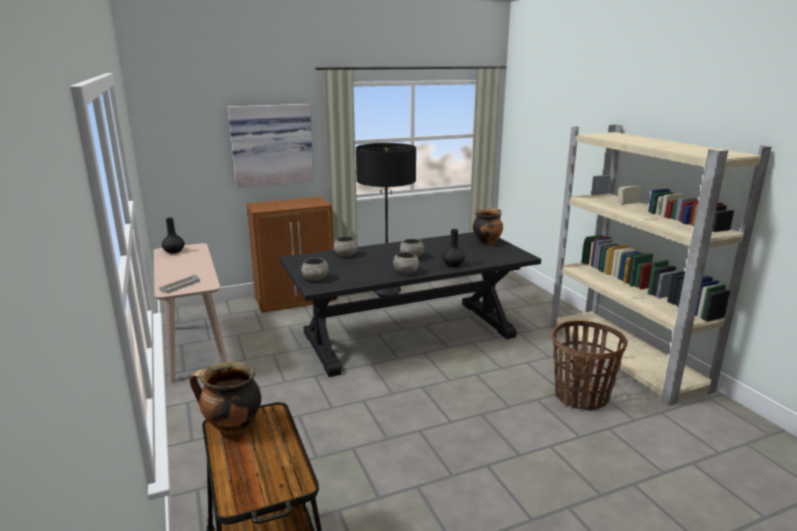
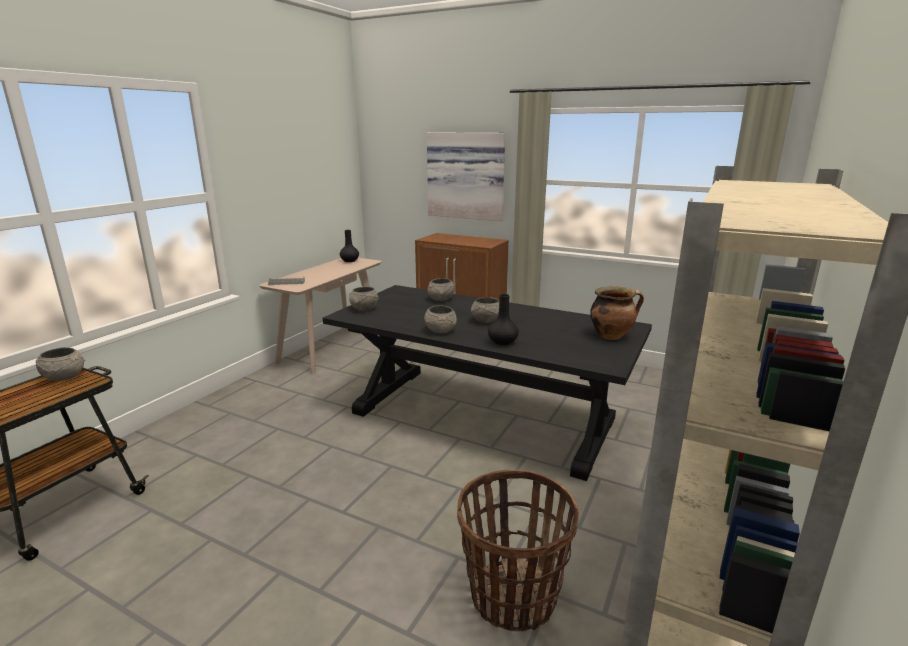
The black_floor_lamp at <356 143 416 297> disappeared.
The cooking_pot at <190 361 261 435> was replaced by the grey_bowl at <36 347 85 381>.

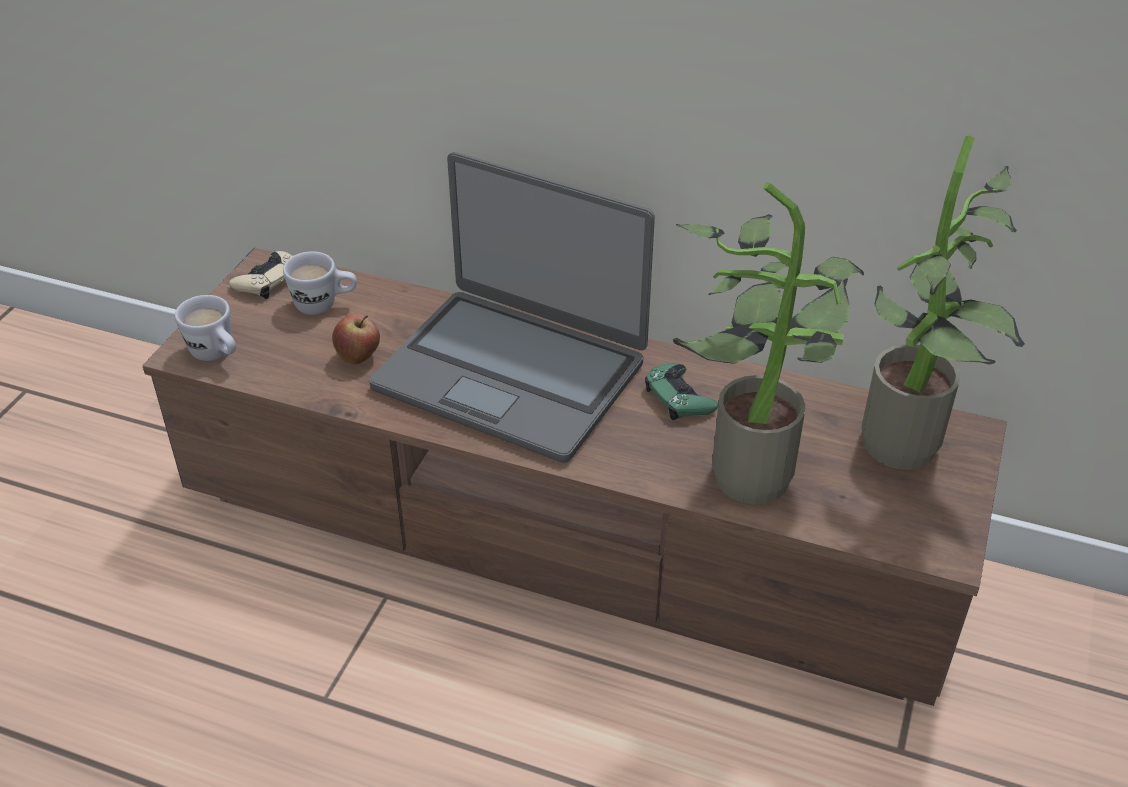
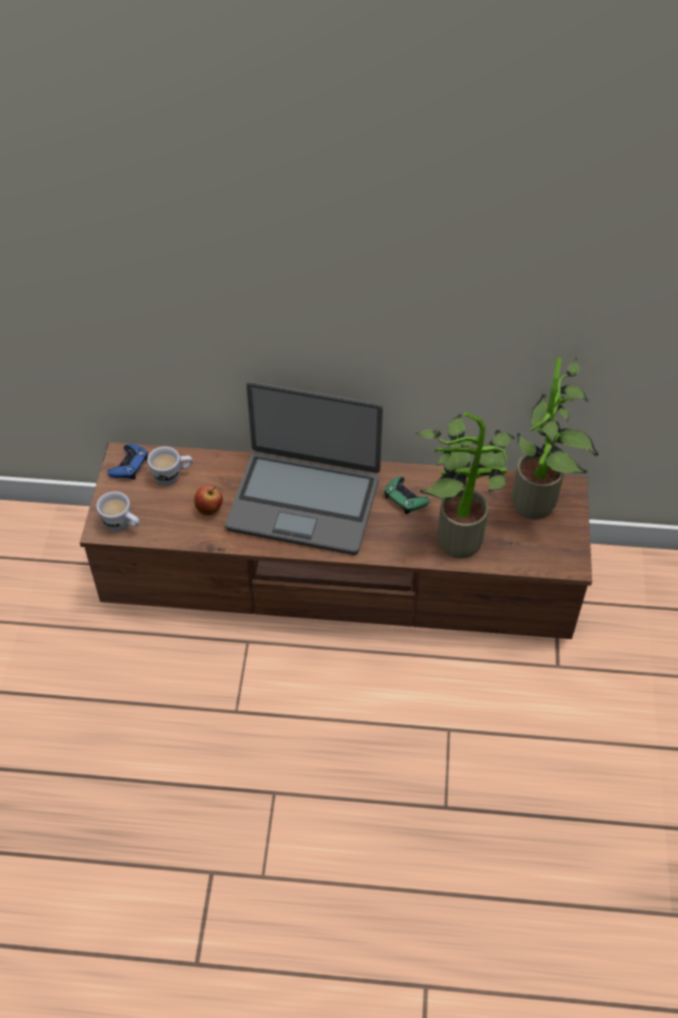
The beige_game_controller at <229 251 293 299> became the blue_game_controller at <107 444 148 480>.

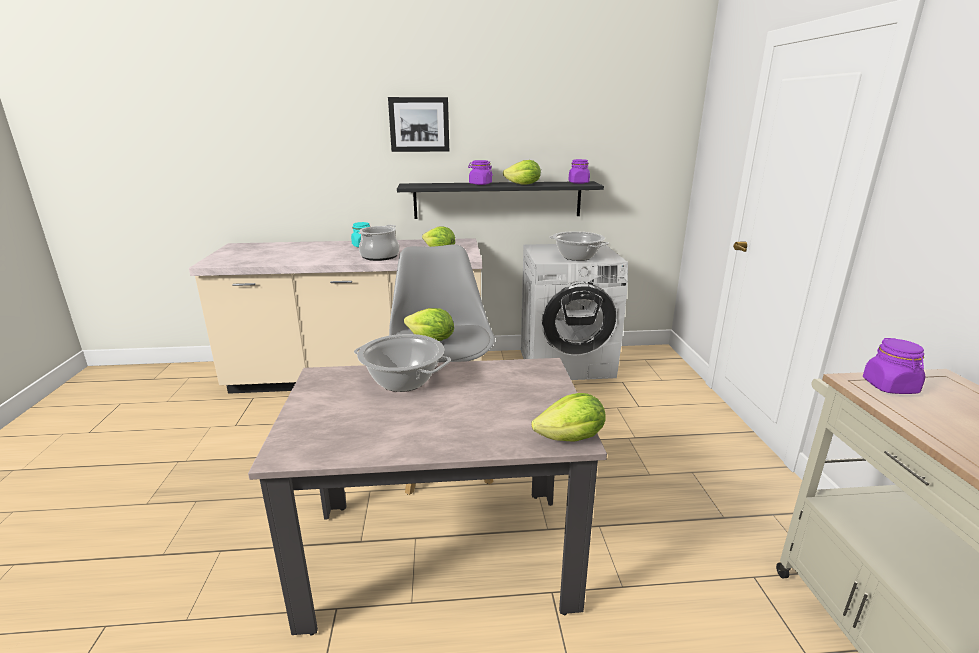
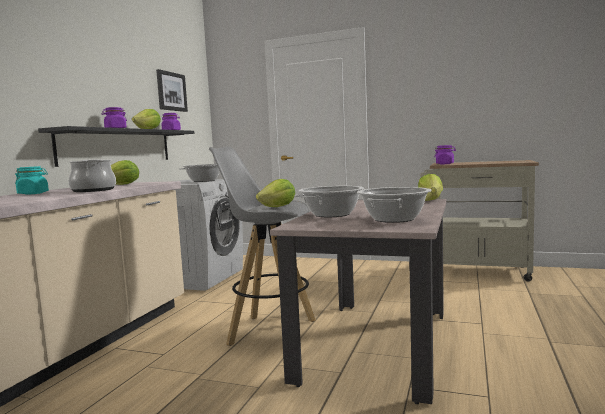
The picture moved from <388 97 449 152> to <156 69 188 112>.
The cooking_pot at <357 187 432 223> appeared.

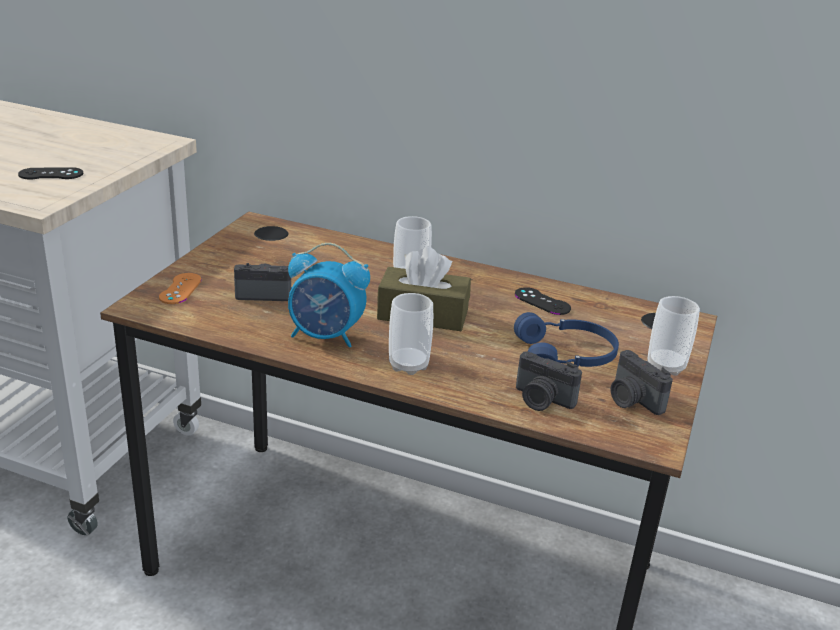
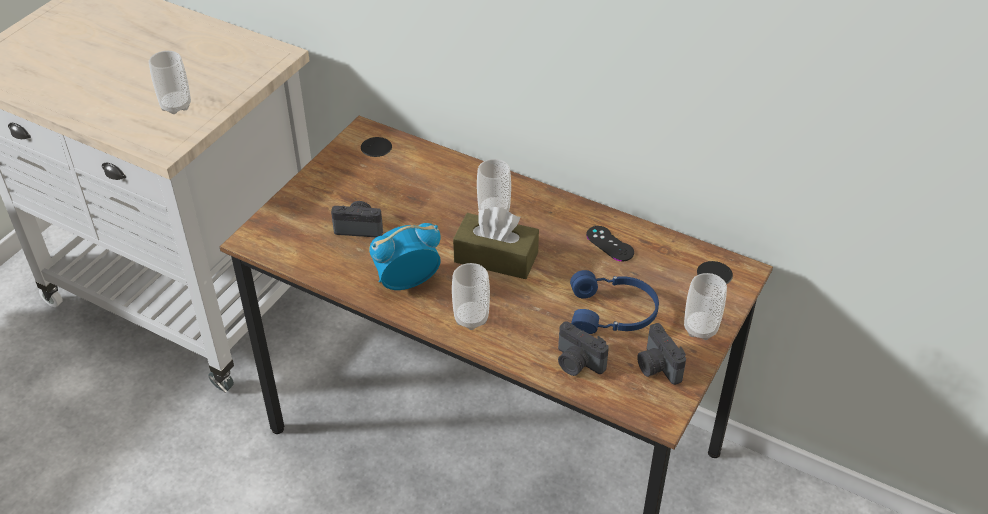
The black_game_controller at <18 167 83 179> was replaced by the cup at <149 51 191 114>.
The alarm_clock at <288 243 370 348> turned 135 degrees clockwise.
The orange_game_controller at <159 273 202 304> disappeared.

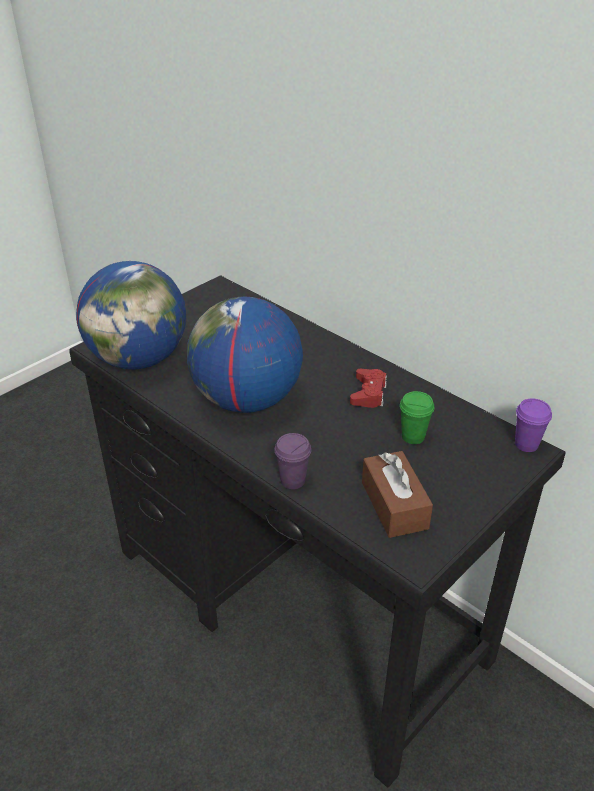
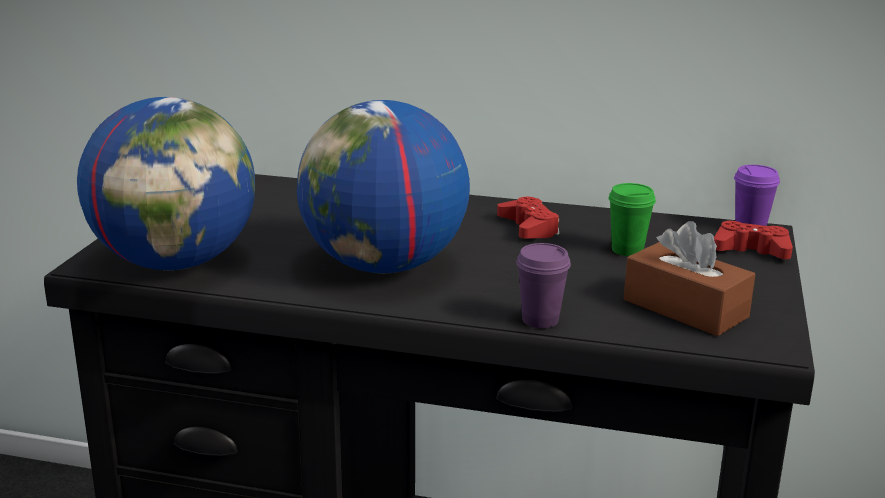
The red_game_controller at <714 220 793 259> appeared.

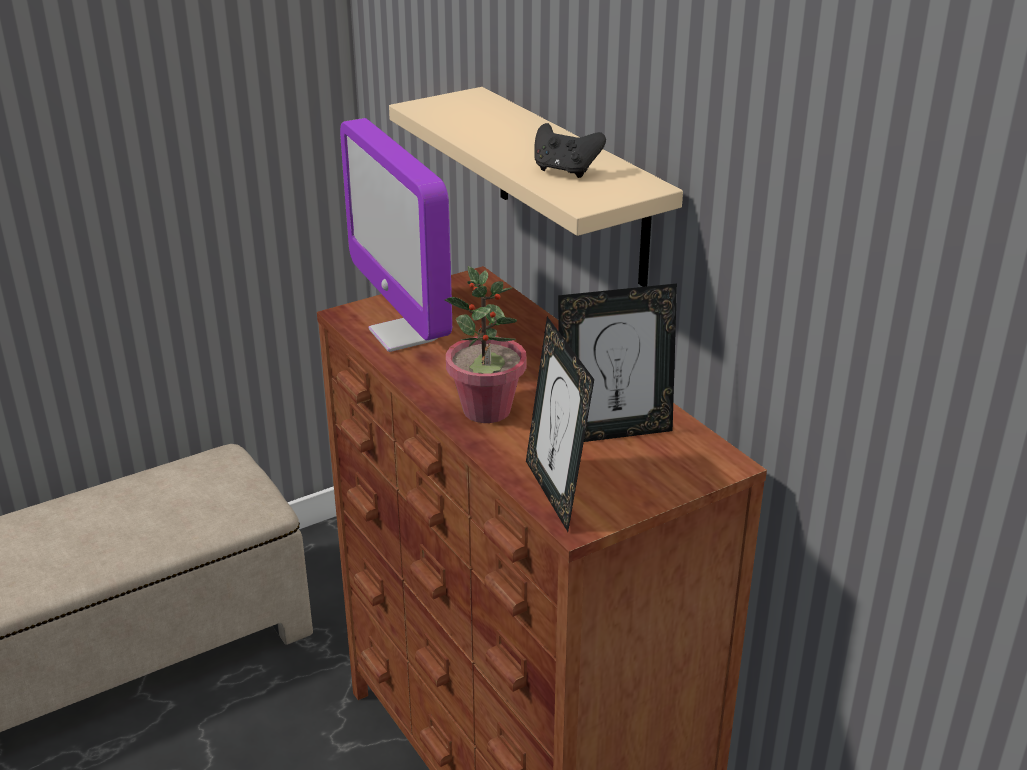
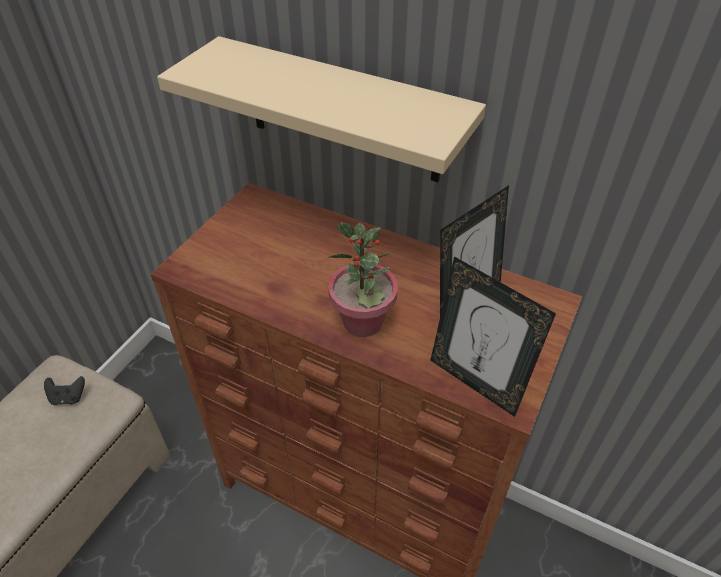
The monitor at <340 118 452 352> disappeared.
The black_game_controller moved from <534 123 606 178> to <44 376 85 405>.

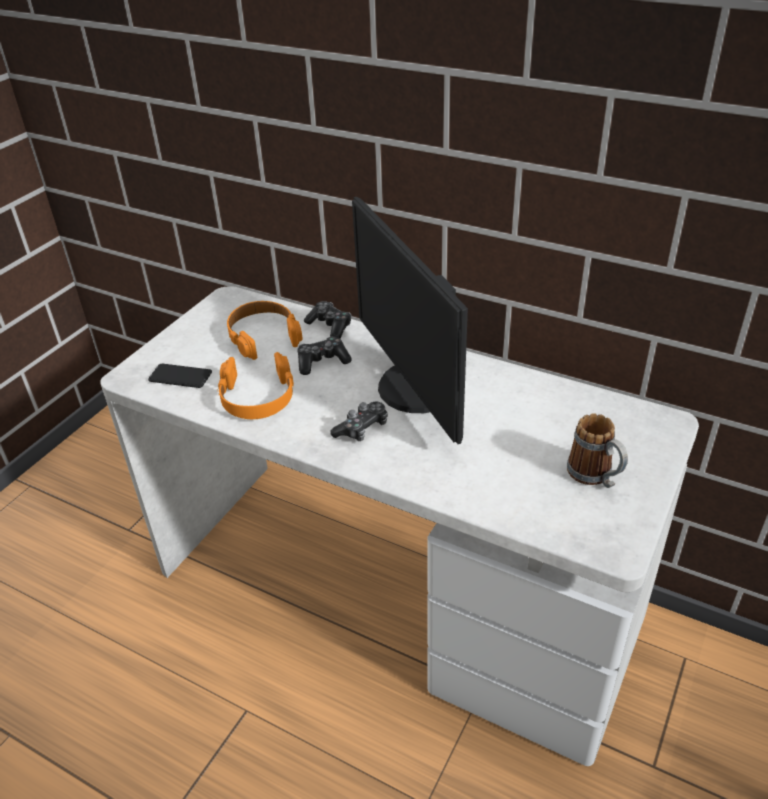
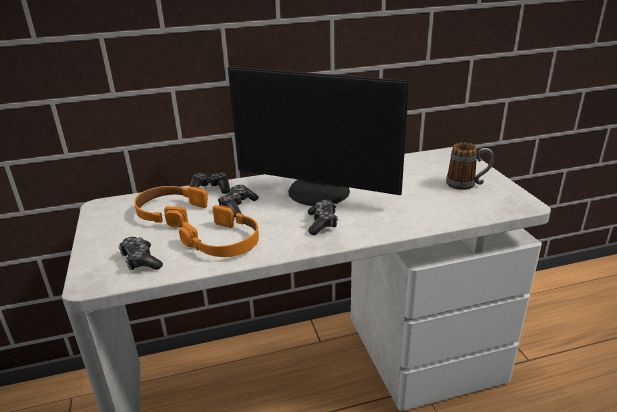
The phone at <148 364 212 388> was replaced by the game_controller at <118 237 163 270>.

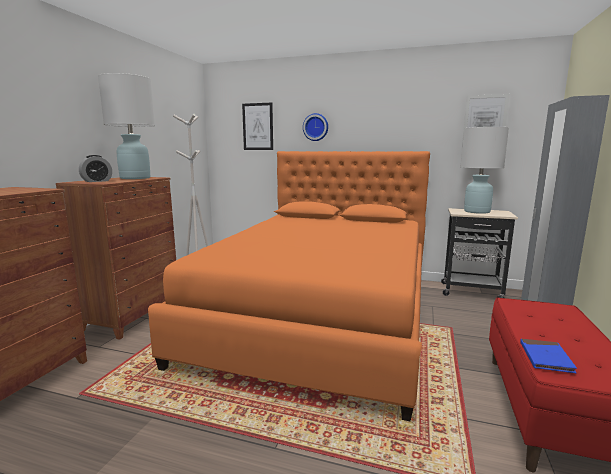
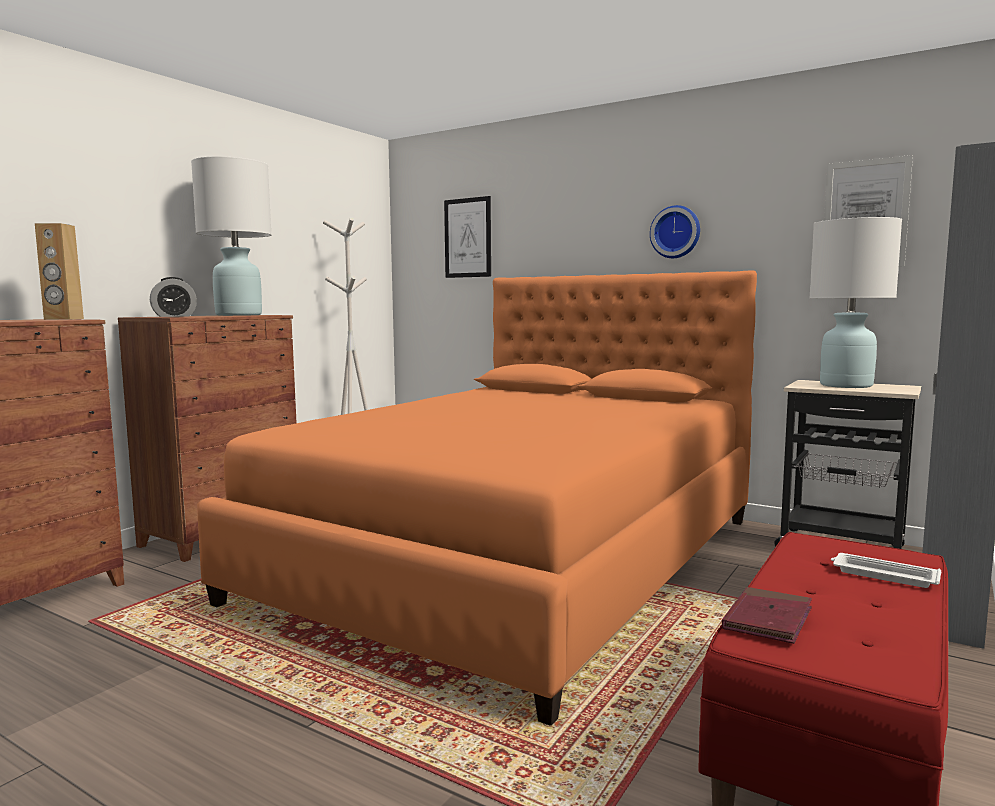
The wall_clock moved from <303 113 328 141> to <650 205 700 258>.
The blue_book at <520 339 577 373> became the red_book at <722 587 812 644>.
The brown_speaker at <35 223 84 320> appeared.
The white_tray at <831 553 941 588> appeared.

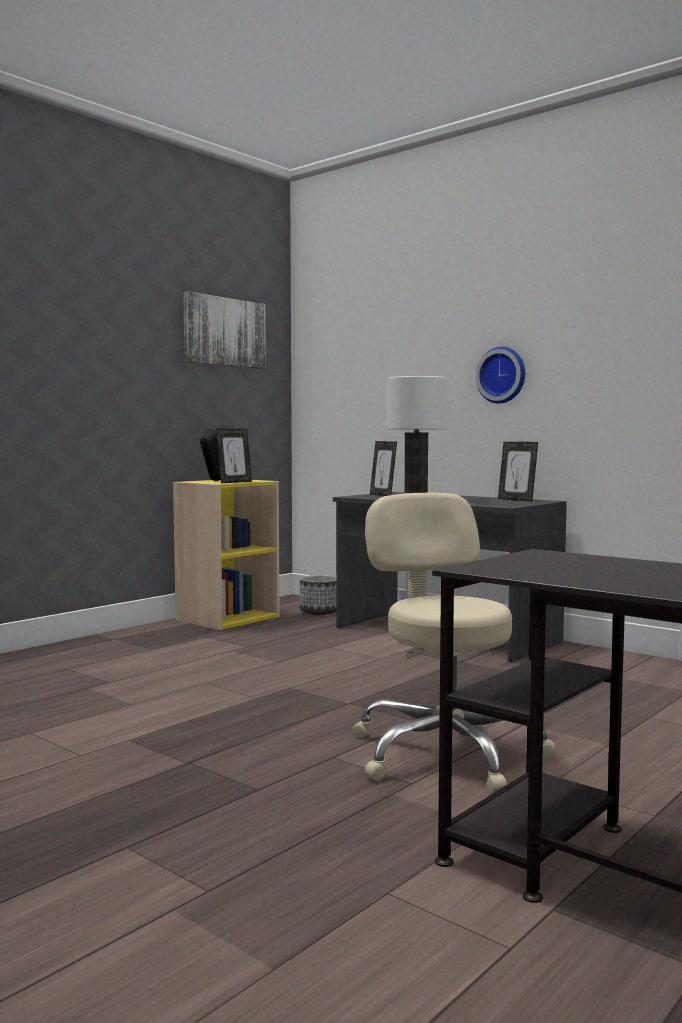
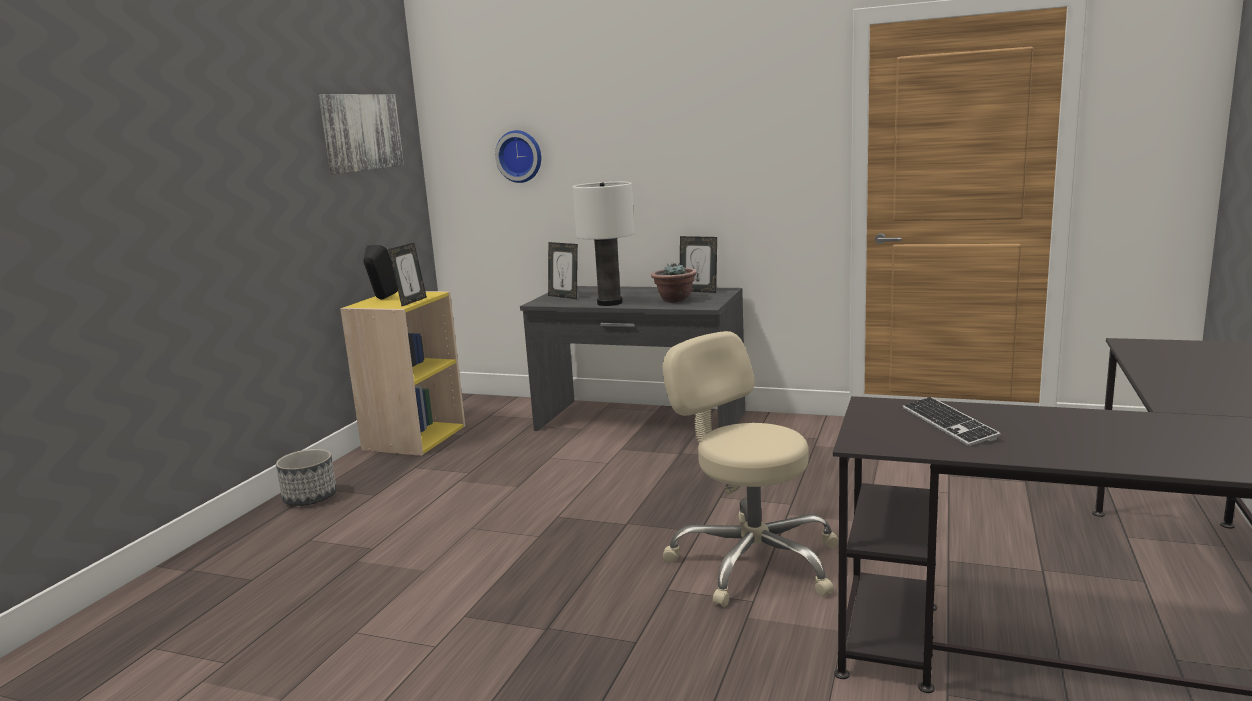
The wall_clock moved from <475 347 525 404> to <495 130 541 183>.
The planter moved from <300 575 336 615> to <276 449 337 506>.
The potted_plant at <651 263 697 303> appeared.
The keyboard at <903 397 1001 446> appeared.

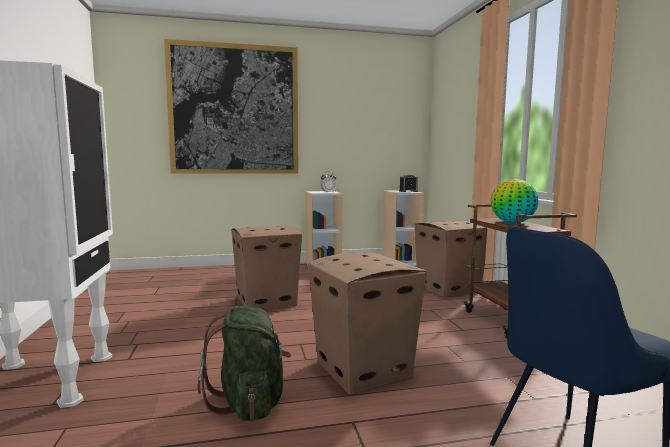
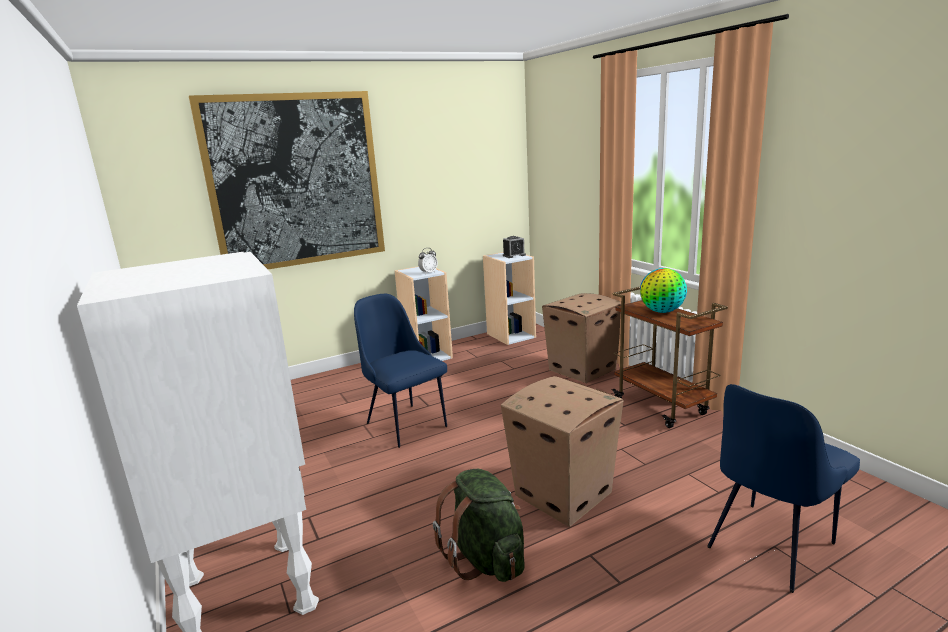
The cardboard_box at <231 226 302 310> was replaced by the blue_chair at <354 294 447 448>.

